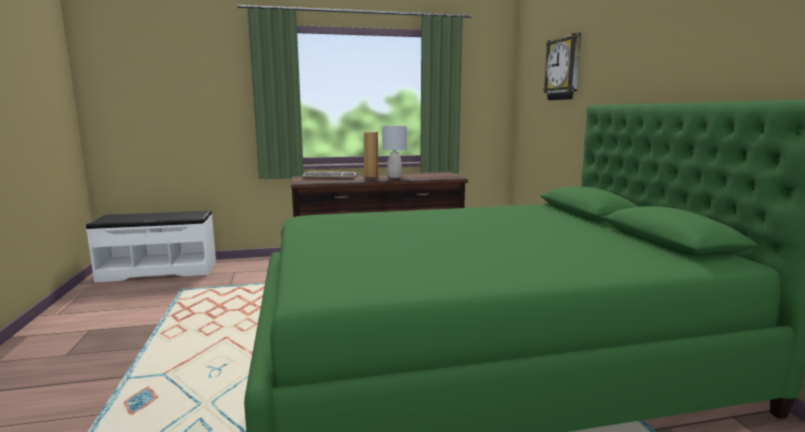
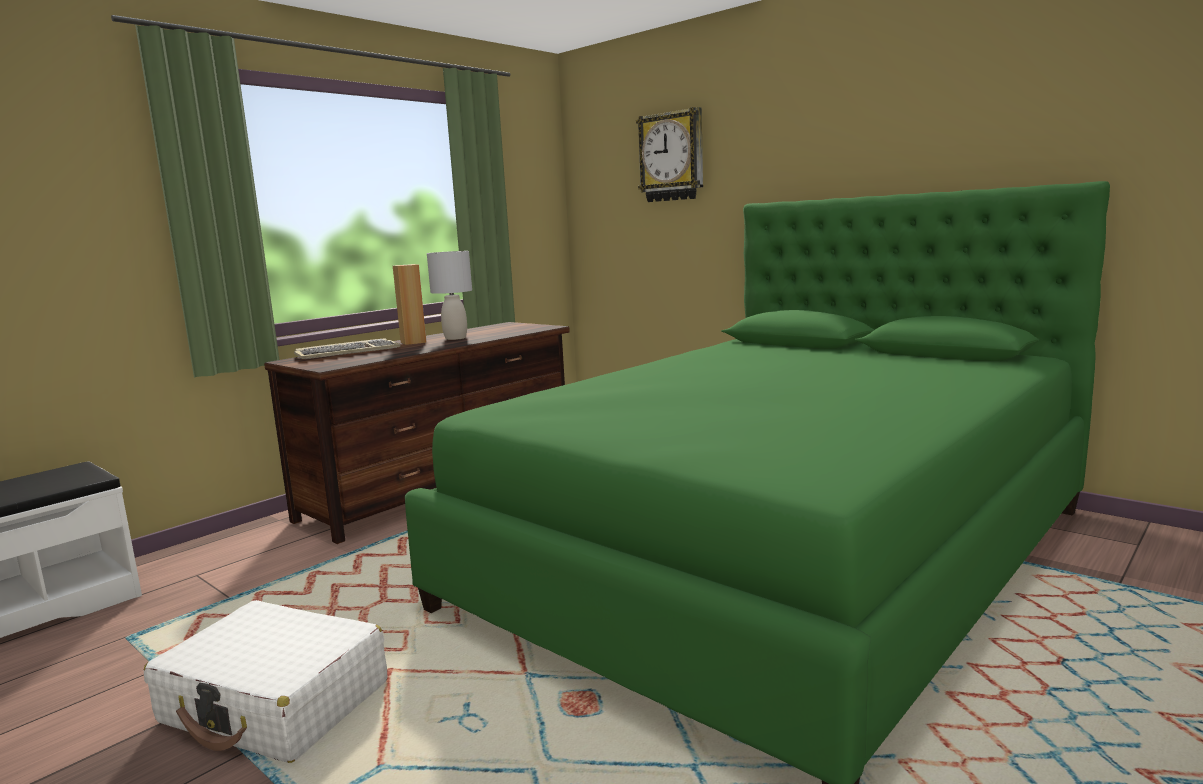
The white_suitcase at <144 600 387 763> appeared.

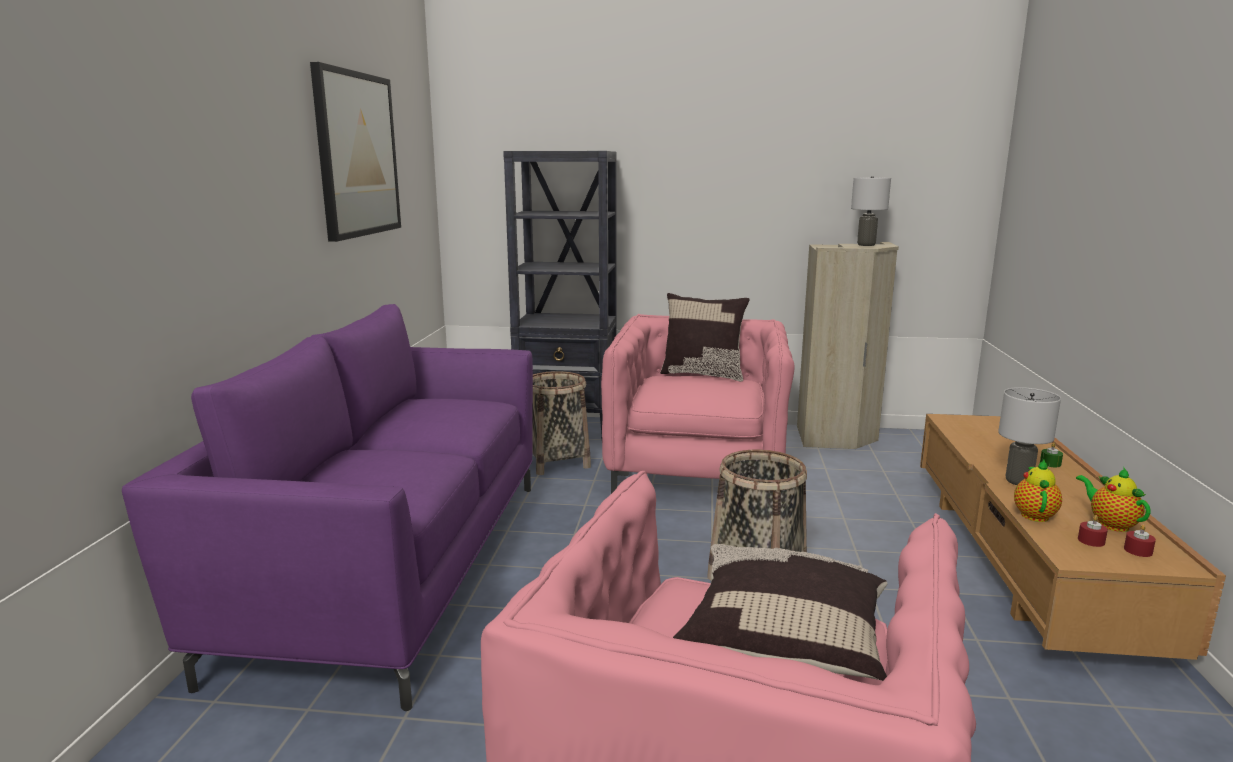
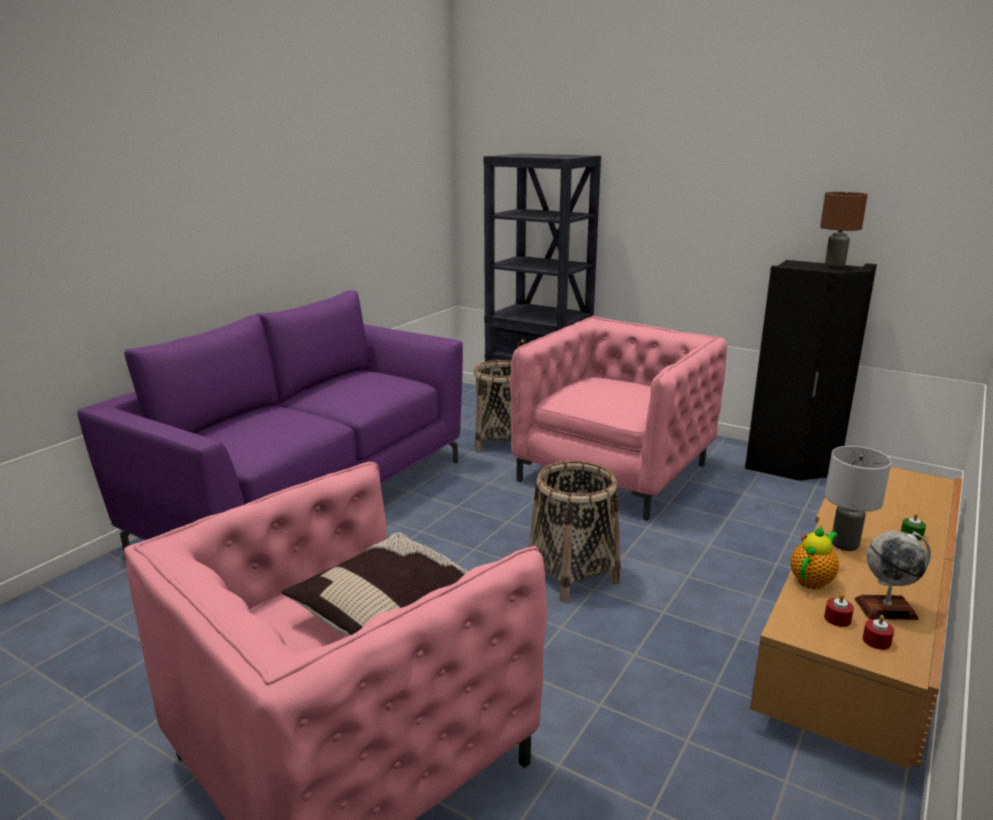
The picture at <310 62 401 242> disappeared.
The white_table_lamp at <851 176 891 246> became the brown_table_lamp at <820 192 868 268>.
The beige_cabinet at <797 242 899 449> became the black_cabinet at <745 260 877 481>.
The pillow at <660 293 750 382> disappeared.
The teapot at <1076 468 1151 532> was replaced by the globe at <855 531 931 620>.

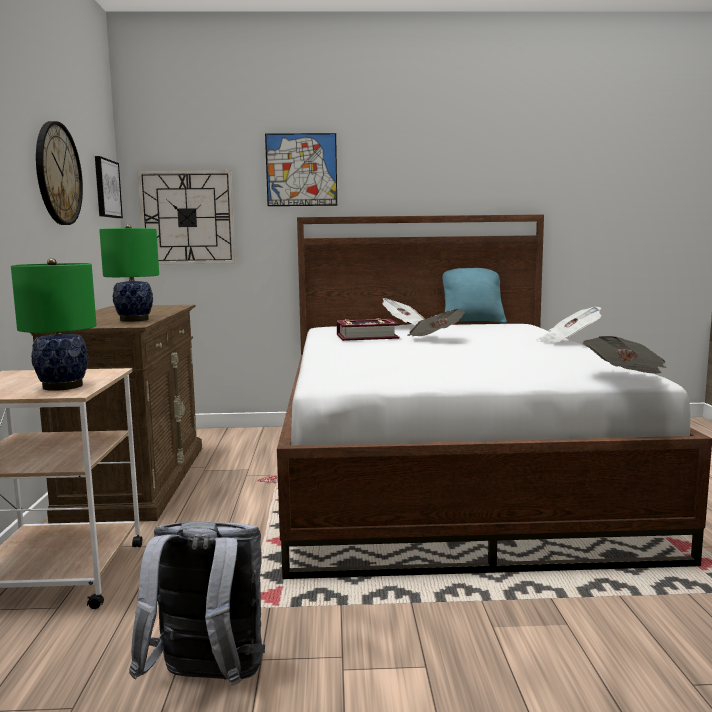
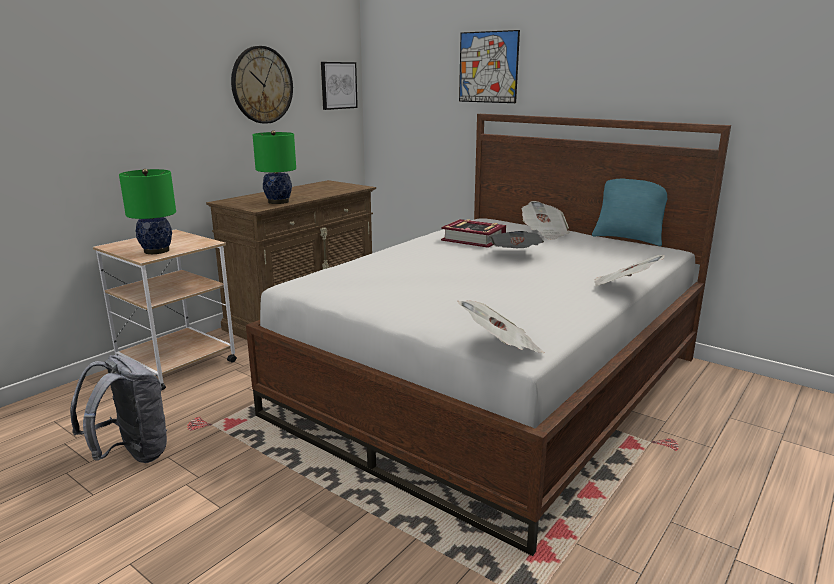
The wall_clock at <137 170 236 265> disappeared.

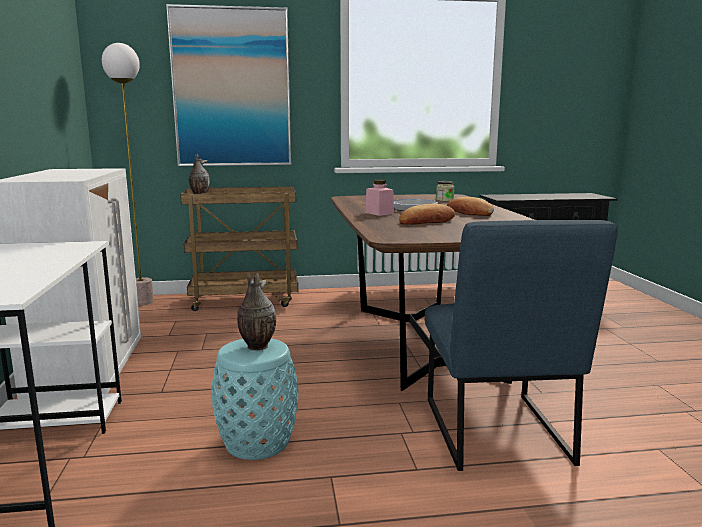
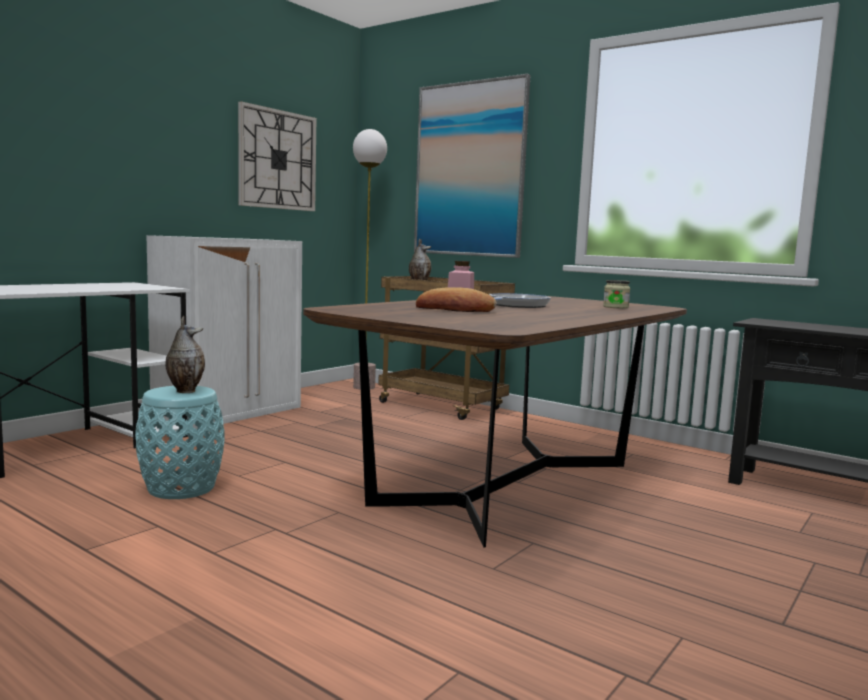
The bread at <447 197 494 216> disappeared.
The blue_chair at <425 220 618 471> disappeared.
The wall_clock at <238 101 316 211> appeared.

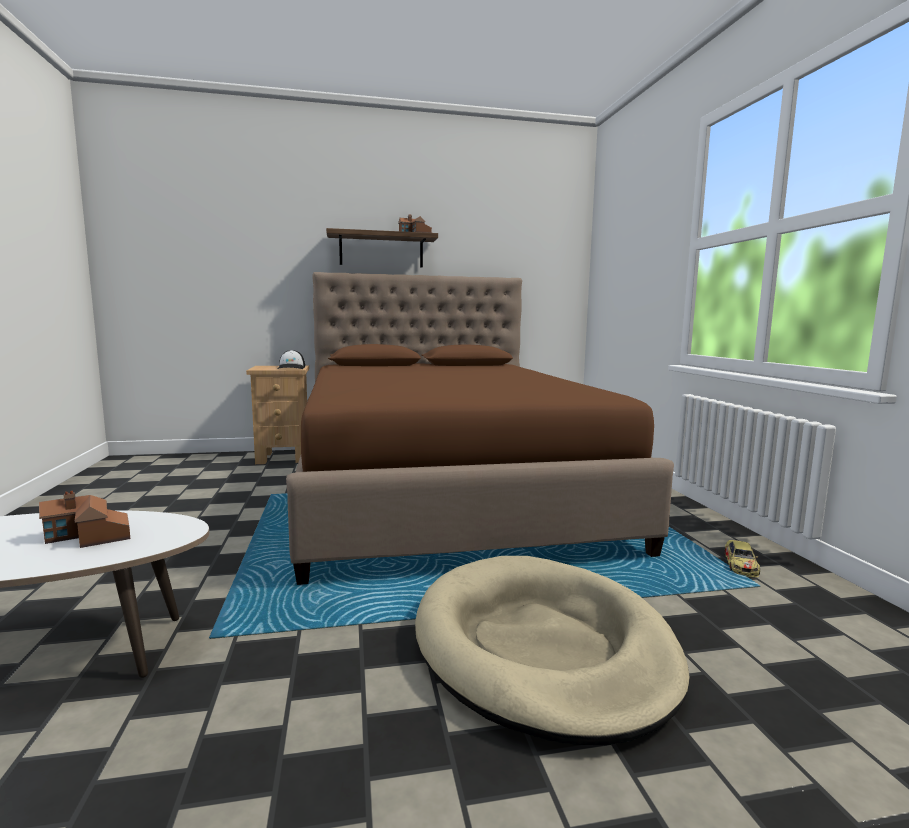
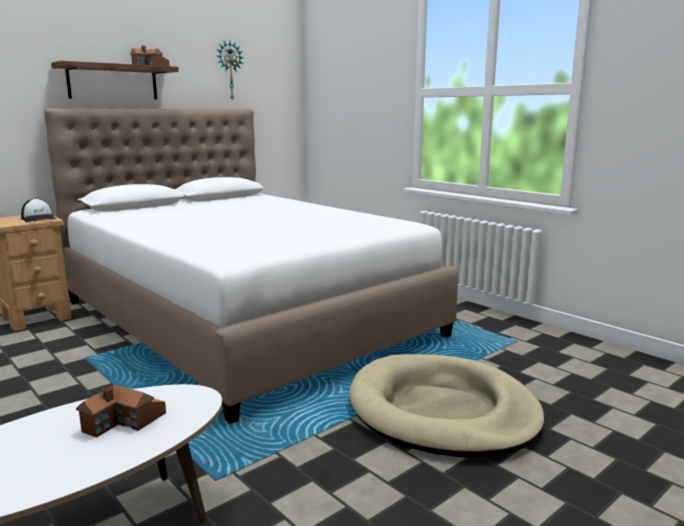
The brown_bed at <286 272 674 585> became the white_bed at <44 108 459 424>.
The toy_car at <725 540 760 577> disappeared.
The wall_clock at <217 40 244 101> appeared.

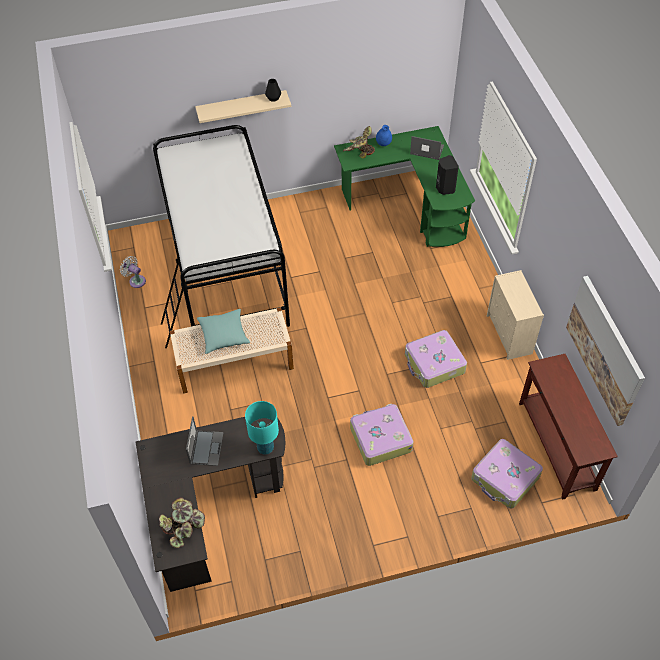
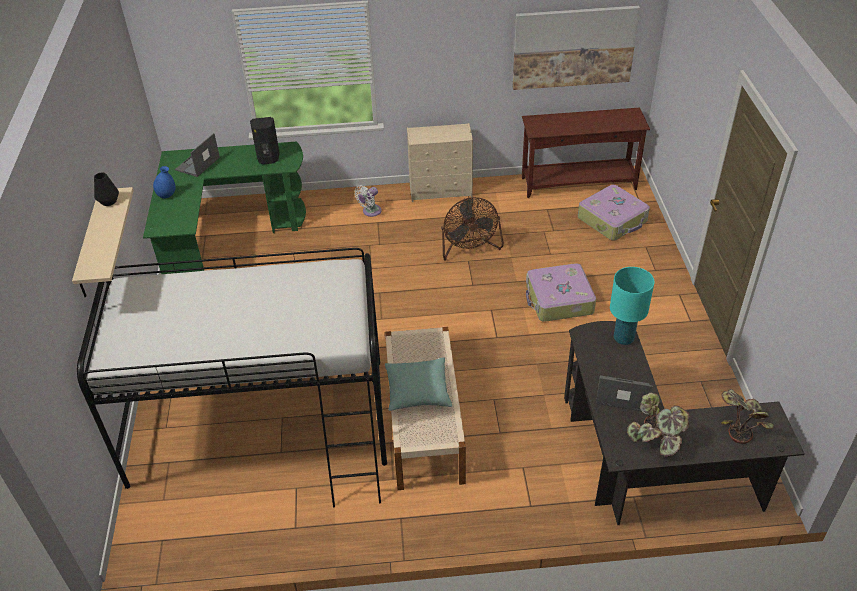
The potted_plant moved from <343 126 375 158> to <627 393 690 456>.
The white_fan moved from <120 256 146 288> to <355 185 382 217>.
The suitcase at <405 330 467 388> was replaced by the brown_fan at <441 197 504 261>.

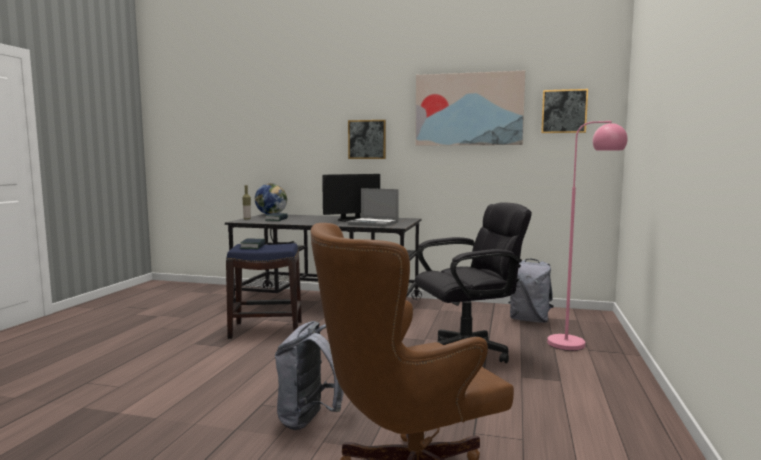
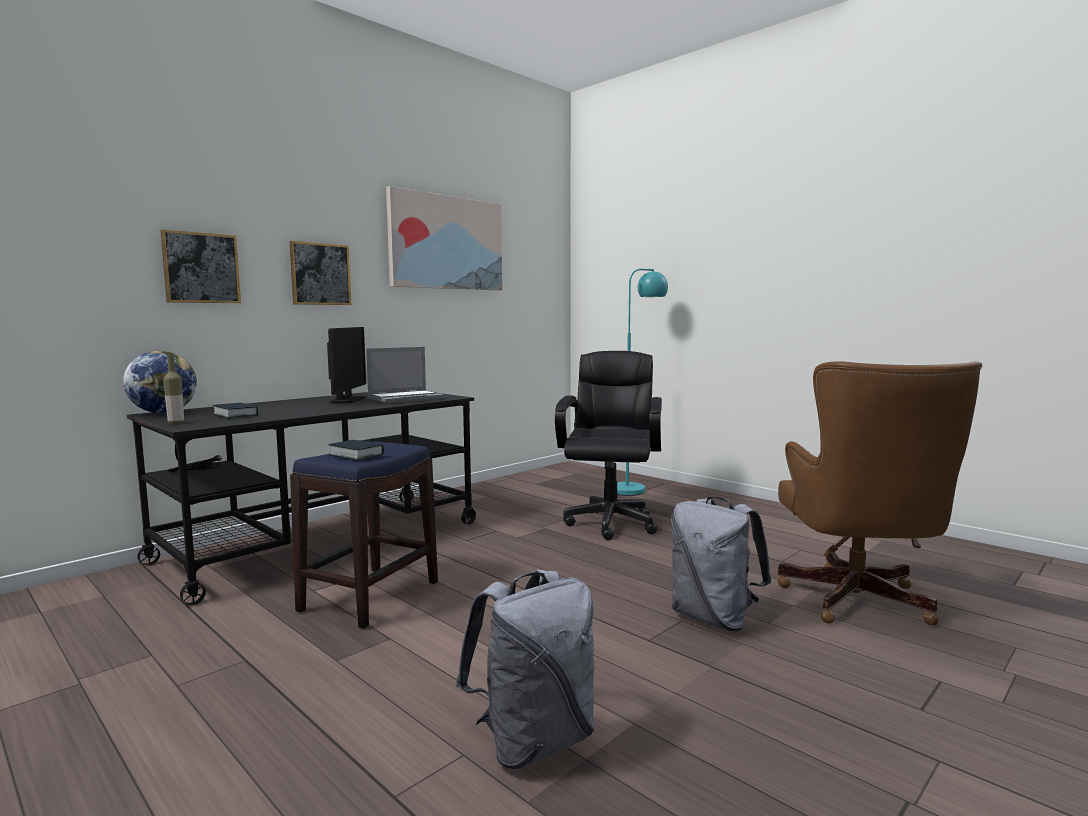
The picture moved from <541 89 588 133> to <160 229 241 303>.
The pink_floor_lamp at <547 121 628 351> became the turquoise_floor_lamp at <617 269 668 496>.
The grey_backpack moved from <509 259 554 322> to <456 569 594 769>.

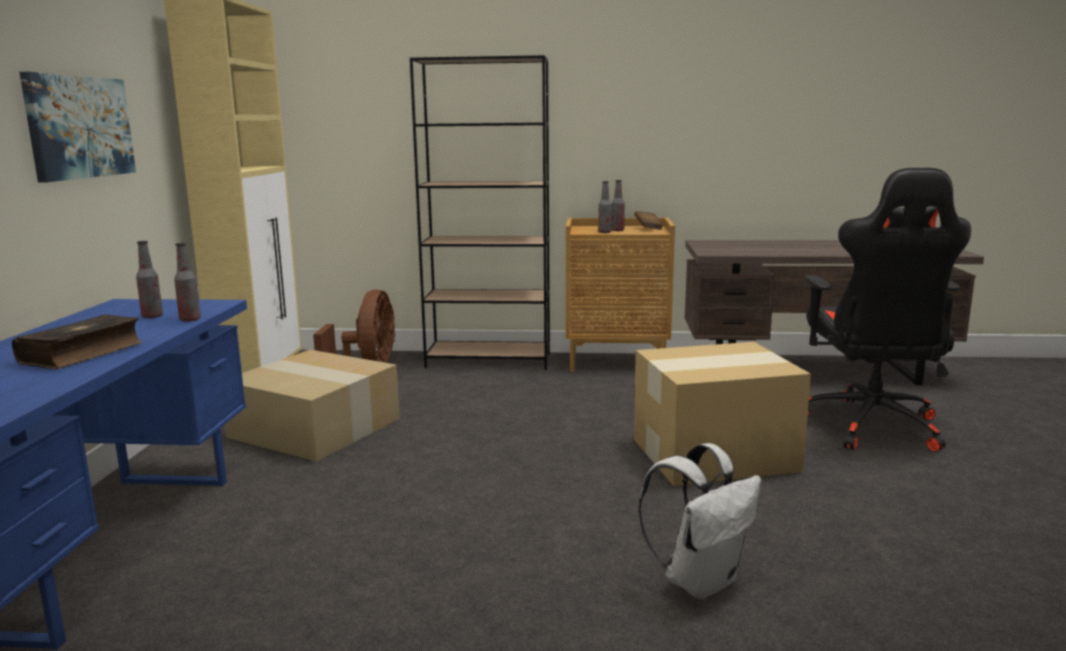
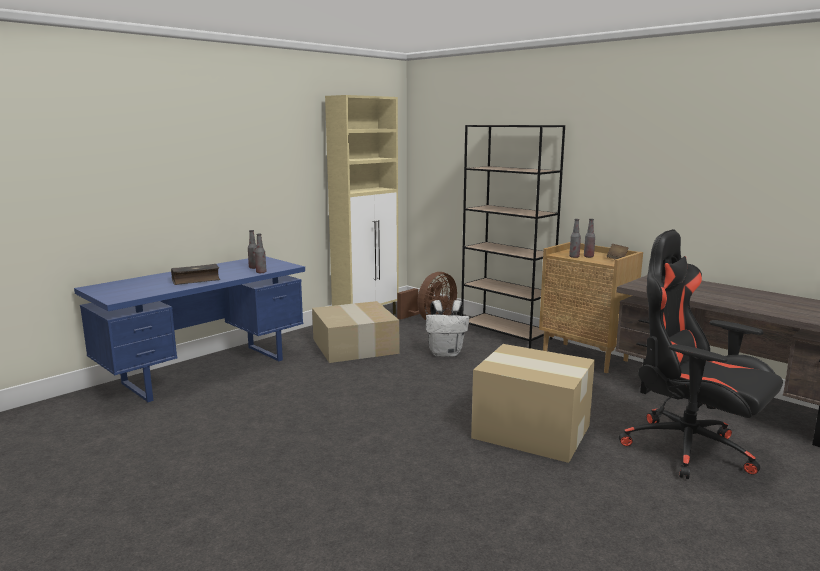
The picture at <19 72 136 183> disappeared.
The black_office_chair at <804 168 971 452> turned 90 degrees clockwise.
The white_backpack moved from <639 443 761 599> to <426 300 469 357>.

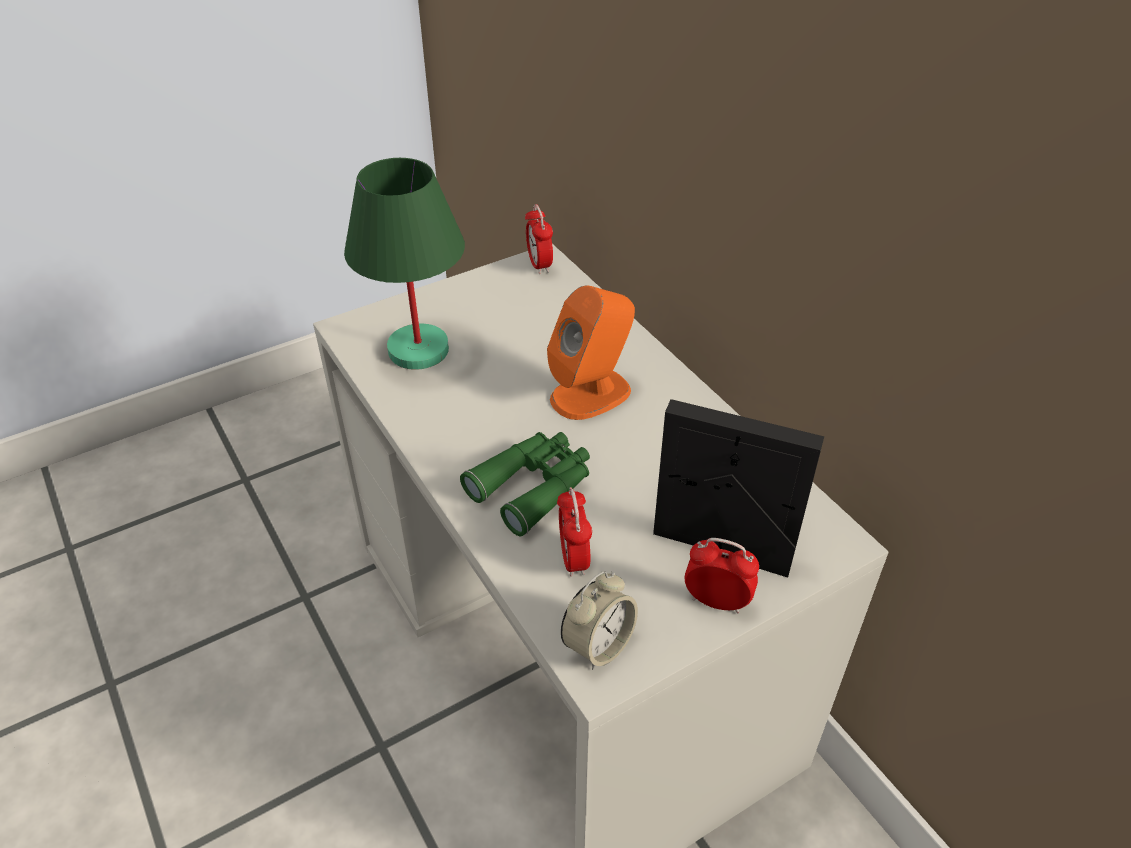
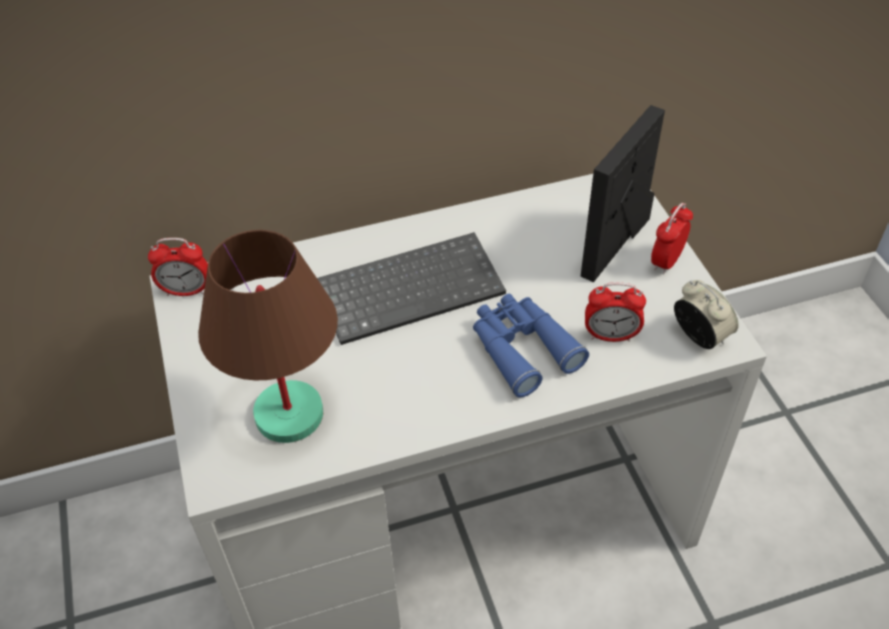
The green_table_lamp at <344 158 465 370> became the brown_table_lamp at <198 230 338 443>.
The orange_speaker at <547 285 635 420> was replaced by the keyboard at <317 232 506 345>.
The green_binoculars at <460 432 590 536> became the blue_binoculars at <473 294 589 398>.

